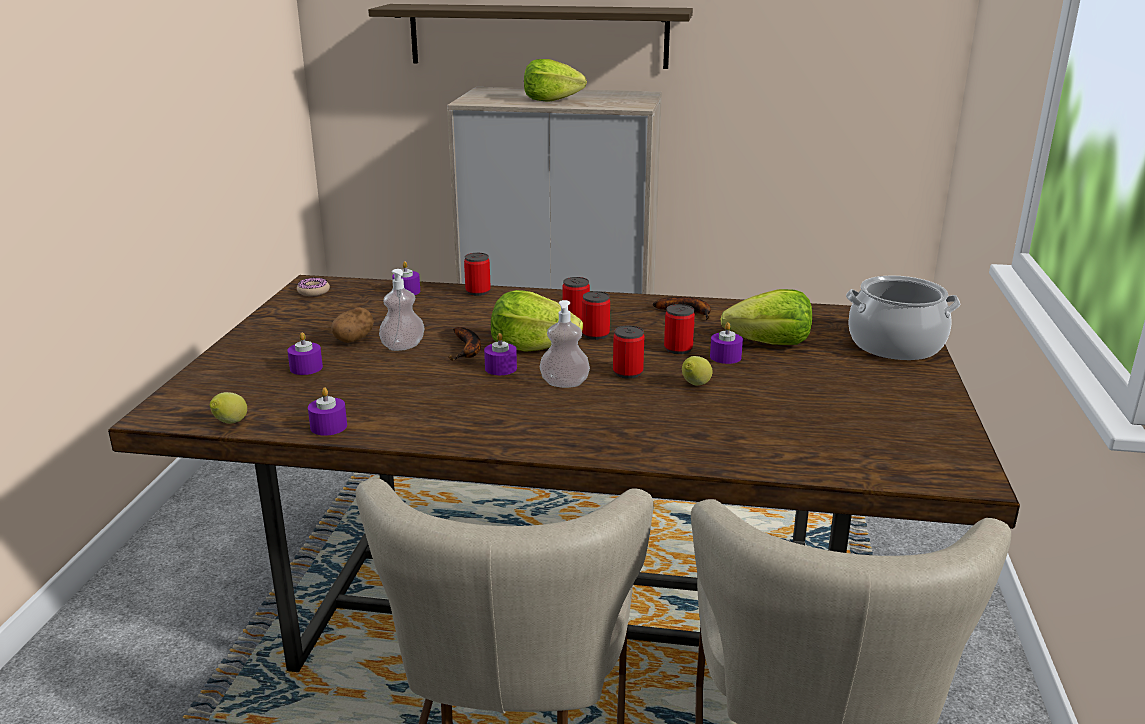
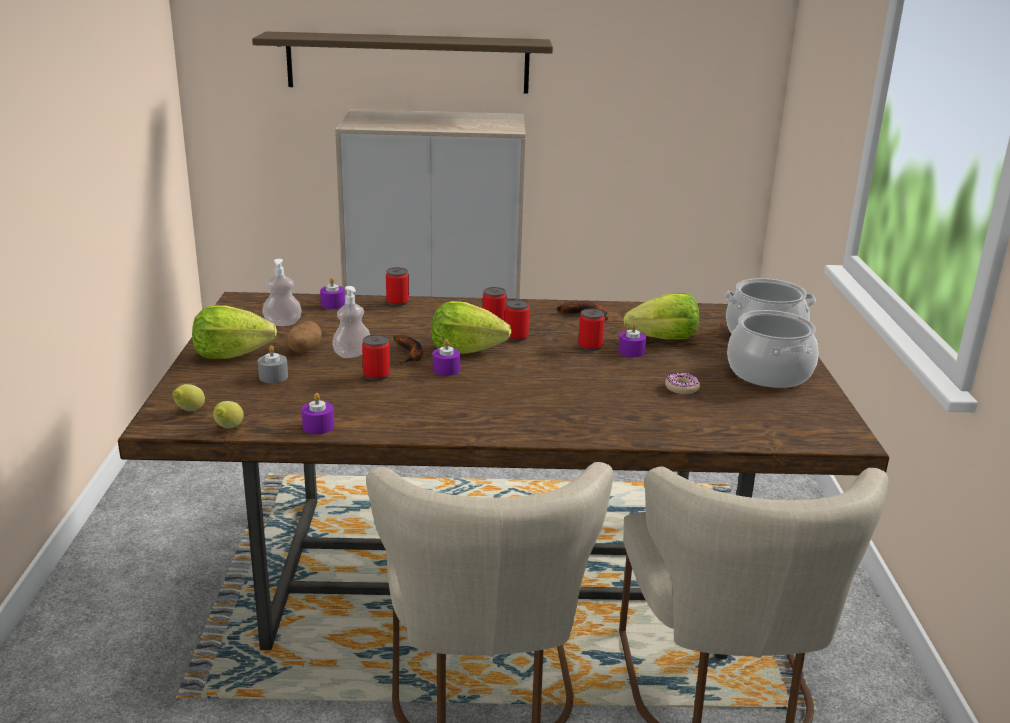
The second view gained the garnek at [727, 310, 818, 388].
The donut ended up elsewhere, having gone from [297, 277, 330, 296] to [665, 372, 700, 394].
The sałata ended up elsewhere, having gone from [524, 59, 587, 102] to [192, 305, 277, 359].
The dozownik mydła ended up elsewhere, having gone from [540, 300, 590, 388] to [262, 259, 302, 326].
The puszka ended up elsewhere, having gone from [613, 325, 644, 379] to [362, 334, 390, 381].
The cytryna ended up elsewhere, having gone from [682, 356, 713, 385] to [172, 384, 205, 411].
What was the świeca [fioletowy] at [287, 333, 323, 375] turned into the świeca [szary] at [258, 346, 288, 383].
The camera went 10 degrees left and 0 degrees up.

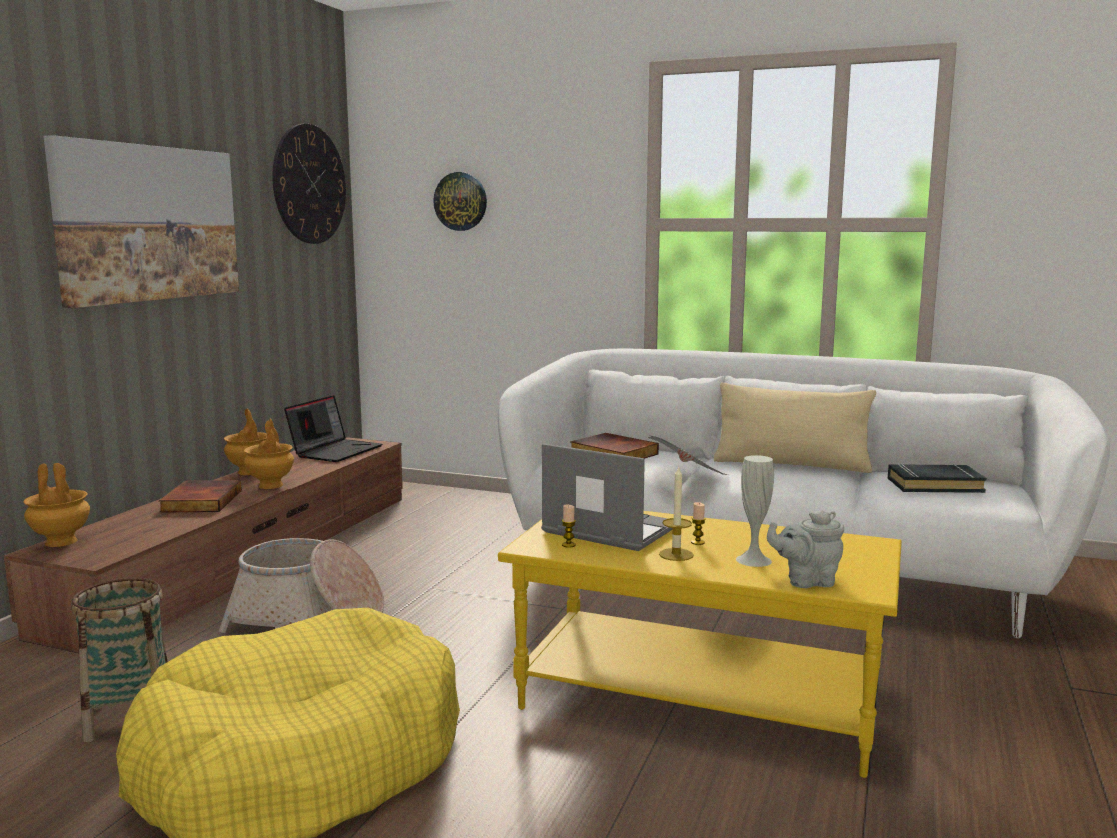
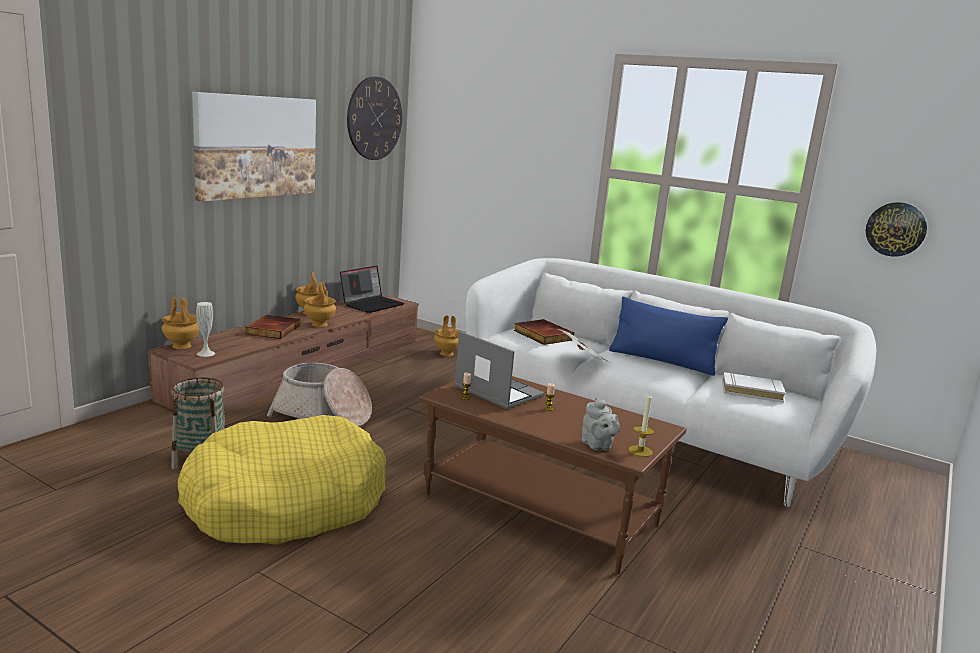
The second view gained the wazon [brązowy] at [434, 315, 459, 356].
The zegar ścienny ended up elsewhere, having gone from [433, 172, 487, 231] to [866, 202, 927, 257].
The świeca ended up elsewhere, having gone from [659, 467, 694, 561] to [629, 392, 654, 457].
The wazon [biały] ended up elsewhere, having gone from [736, 455, 774, 567] to [196, 302, 215, 357].
What was the ława [żółty] at [498, 511, 902, 778] turned into the ława [brązowy] at [419, 376, 687, 574].
What was the poduszka [beżowy] at [714, 383, 876, 473] turned into the poduszka [niebieski] at [609, 297, 728, 376].
What was the książka [czarny] at [888, 464, 987, 493] turned into the książka [biały] at [722, 372, 786, 403].
The imbryk [szary] at [767, 510, 844, 588] ended up facing another way, 120 degrees counterclockwise from before.
The camera went 10 degrees right and 5 degrees up.

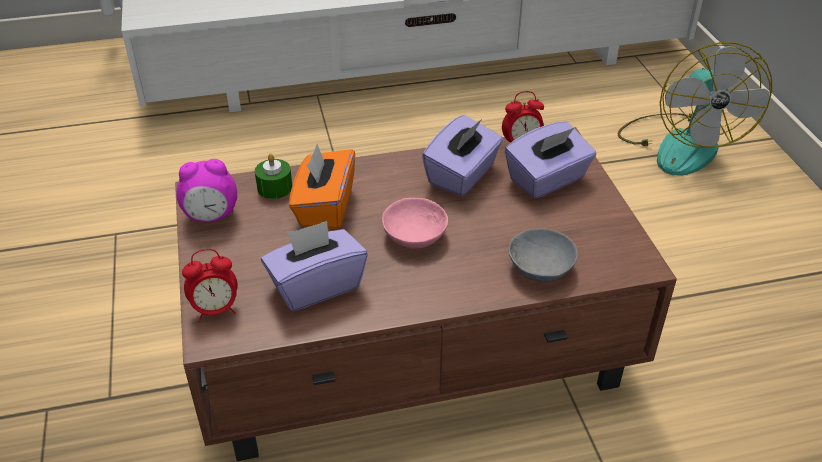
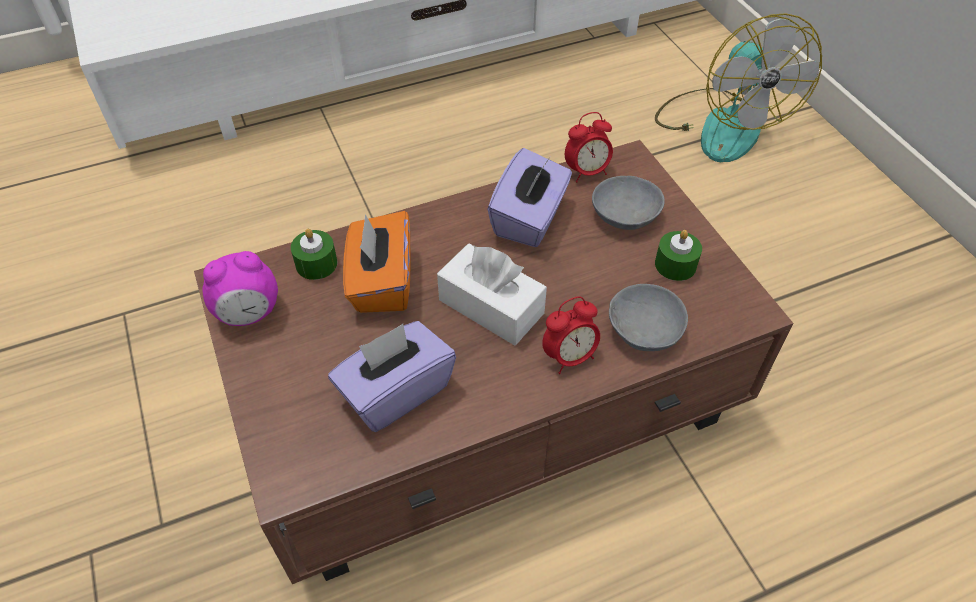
The second view gained the świeca [zielony] at [655, 230, 702, 281].
The budzik ended up elsewhere, having gone from [182, 249, 237, 322] to [542, 296, 600, 374].
Where the miska [różowy] stood at [382, 198, 448, 249], the pudełko chusteczek [biały] came to stand at [437, 244, 547, 345].
Where the pudełko chusteczek [fioletowy] stood at [505, 122, 596, 198], the miska [szary] came to stand at [592, 176, 665, 230].
The camera went 10 degrees left and 10 degrees up.

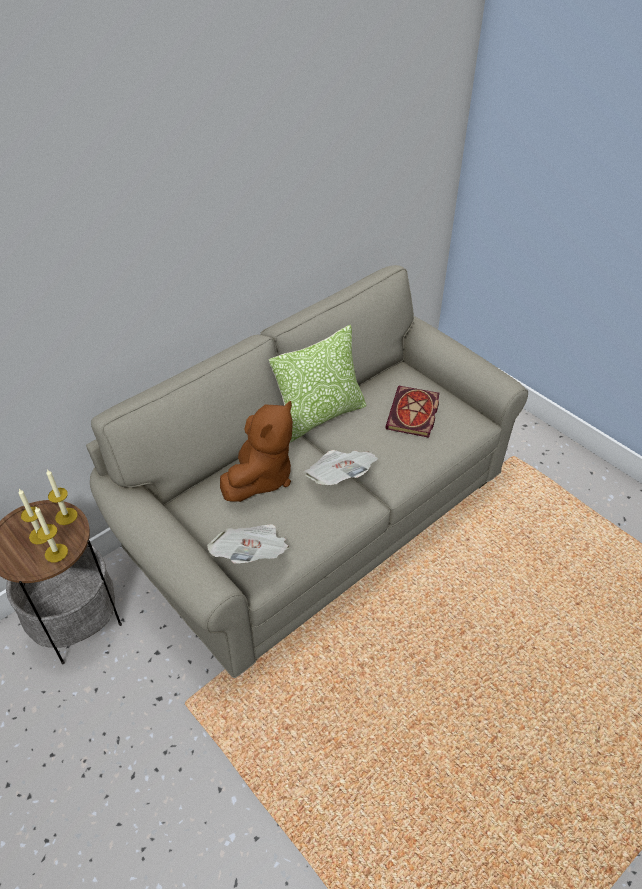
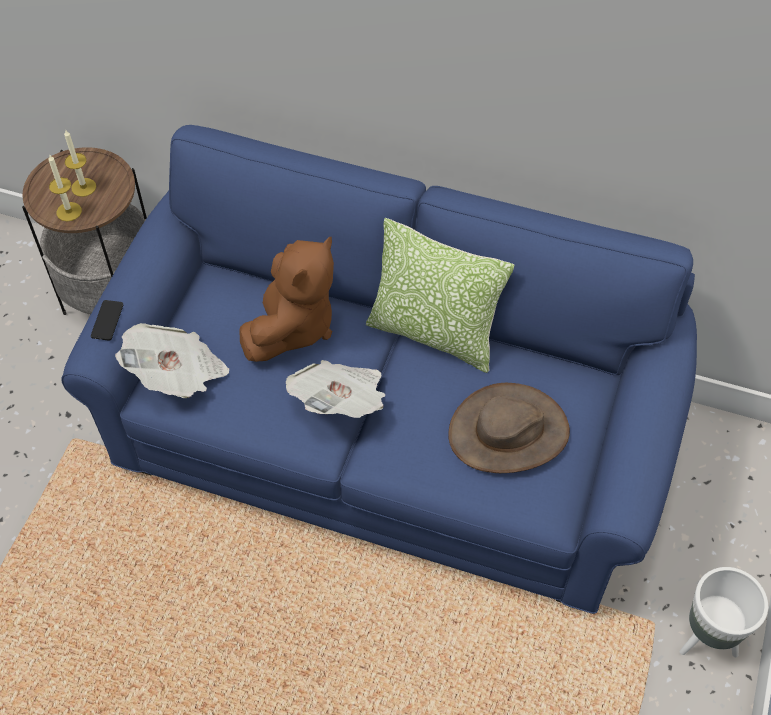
The second view lost the świeca at [46, 469, 78, 525].
The second view gained the telefon at [91, 300, 123, 340].
The second view gained the donica [biały] at [679, 567, 768, 657].
Where the książka stood at [385, 386, 440, 438], the kapelusz [brązowy] came to stand at [448, 383, 570, 473].
What was the kanapa [szary] at [86, 265, 528, 678] turned into the kanapa [niebieski] at [61, 125, 697, 614].
The pluszak [brązowy] at [220, 401, 293, 502] ended up facing another way, 60 degrees counterclockwise from before.
The camera went 60 degrees right and 10 degrees up.

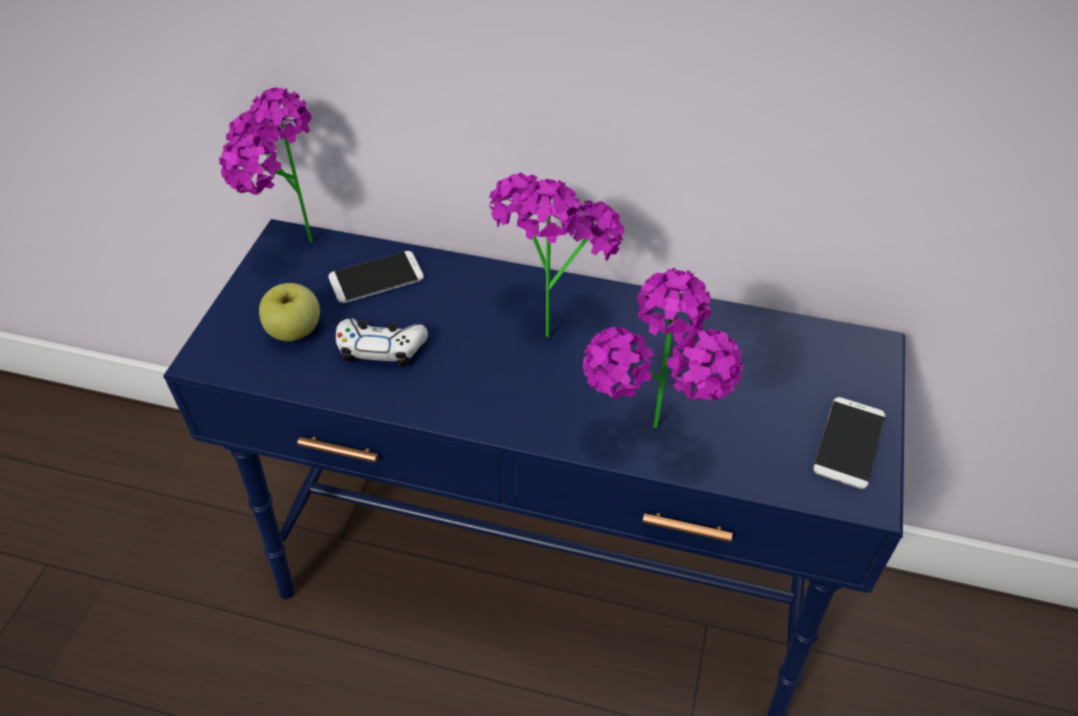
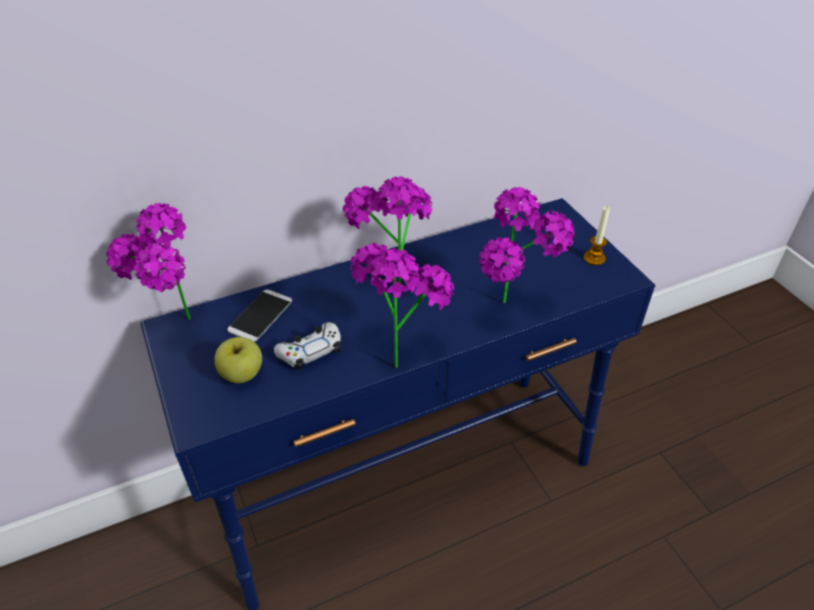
The second view gained the roślina doniczkowa at [350, 243, 454, 368].
Where the telefon stood at [813, 397, 885, 489], the świeca came to stand at [584, 206, 610, 265].
The camera went 40 degrees left and 5 degrees down.

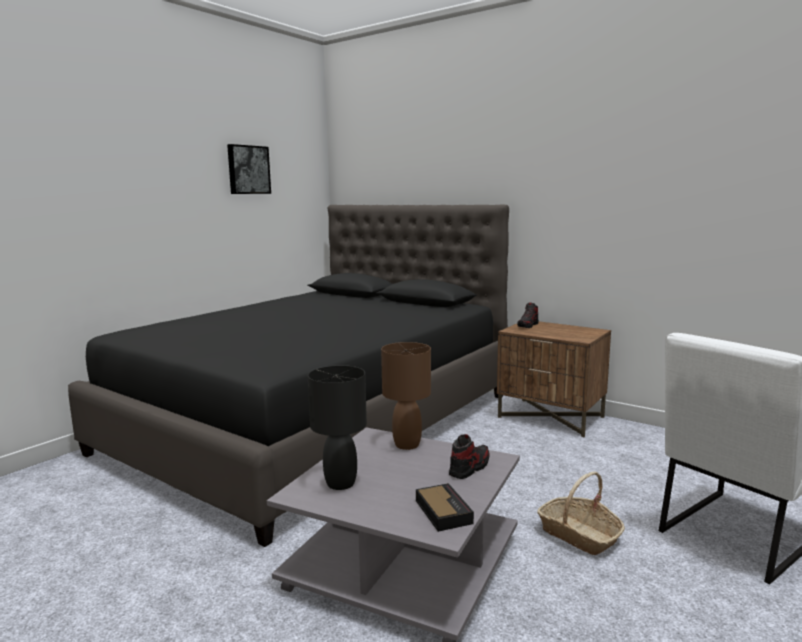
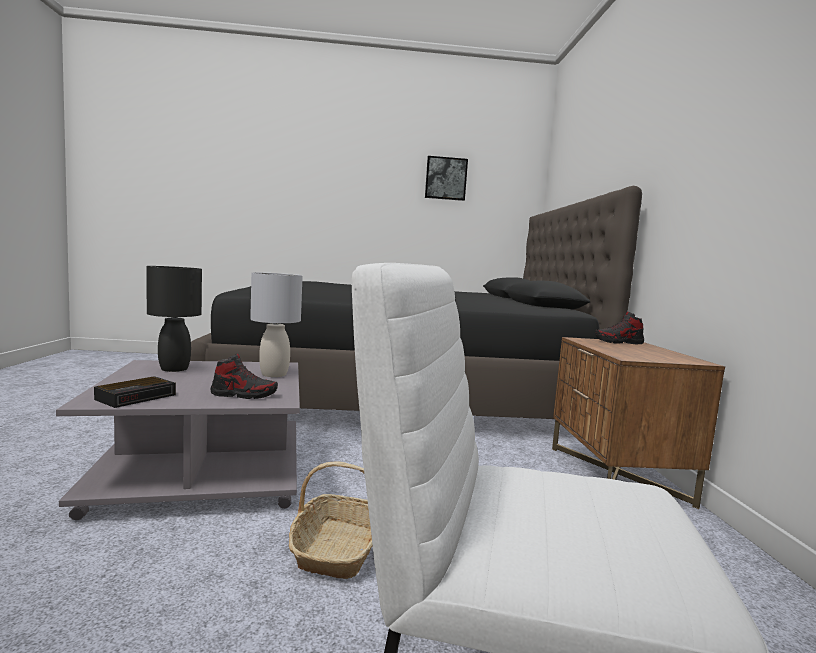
What was the lampa stołowa [brązowy] at [381, 342, 431, 450] turned into the lampa stołowa [szary] at [250, 272, 303, 377].
The camera went 50 degrees right and 5 degrees down.

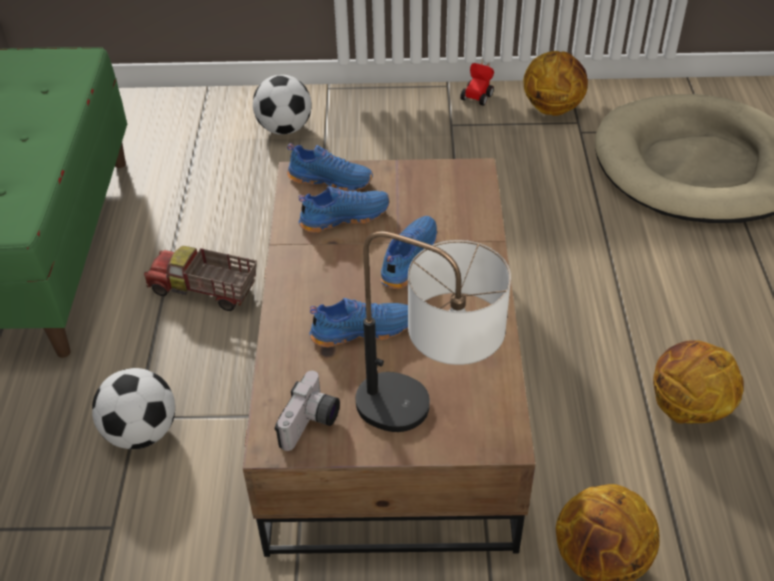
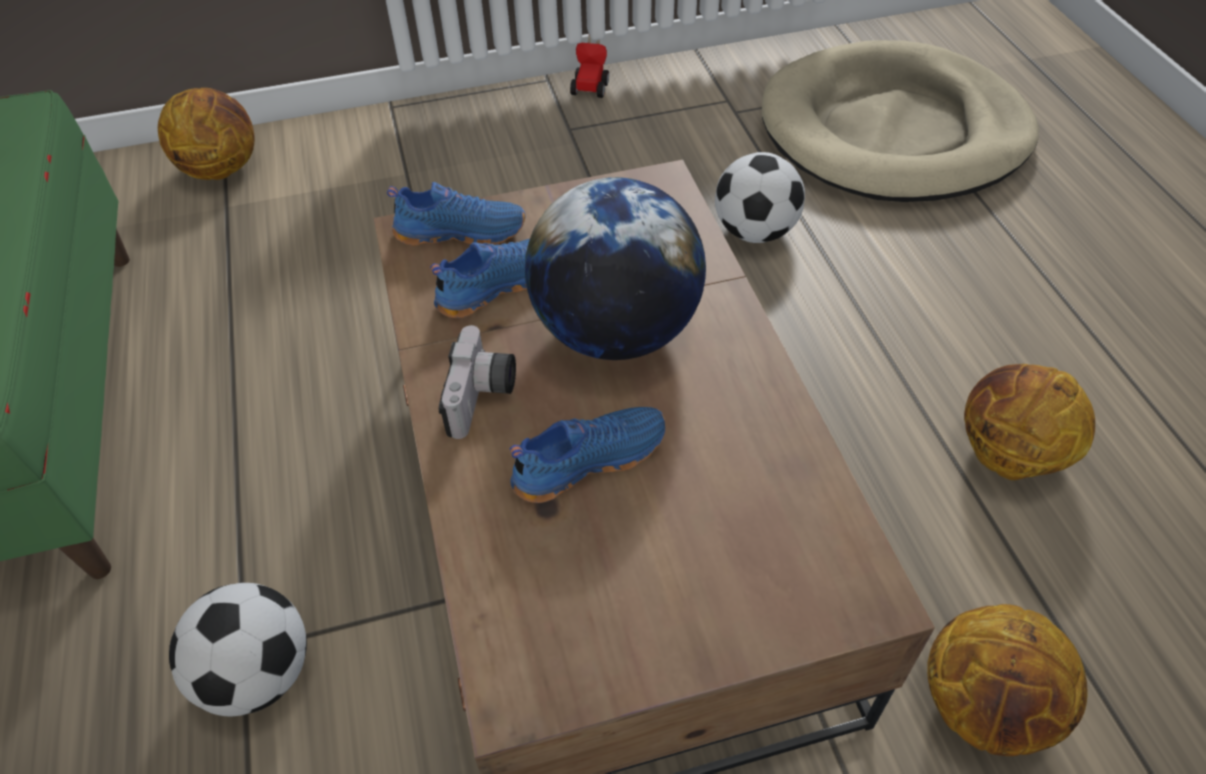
The second view lost the ciężarówka zabawkowa at [144, 246, 257, 311].
The second view lost the lampa stołowa at [356, 231, 511, 432].
The piłka futbolowa ended up elsewhere, having gone from [253, 75, 312, 135] to [715, 152, 805, 243].
The aparat fotograficzny ended up elsewhere, having gone from [275, 371, 340, 451] to [439, 325, 516, 439].
The piłka do koszykówki ended up elsewhere, having gone from [523, 51, 588, 116] to [158, 88, 254, 180].
Where the but [niebieski] stood at [381, 216, 437, 289], the globus came to stand at [525, 177, 706, 360].
The camera went 15 degrees left and 5 degrees up.

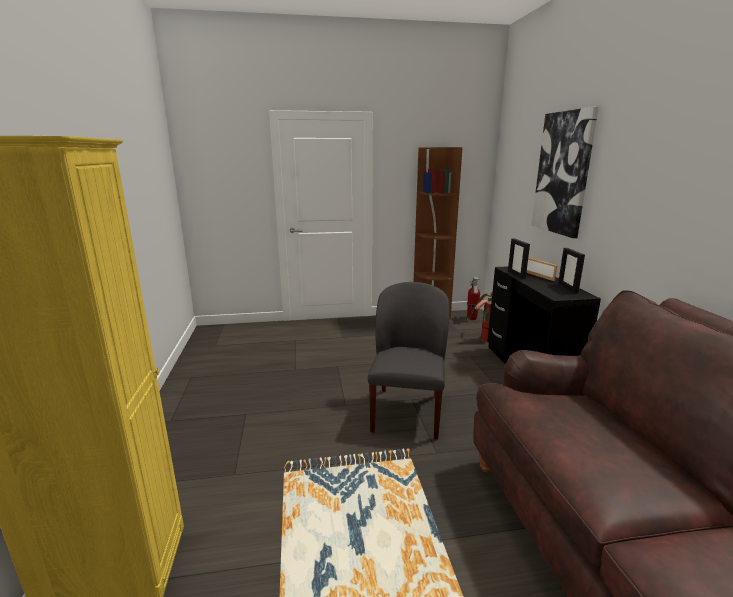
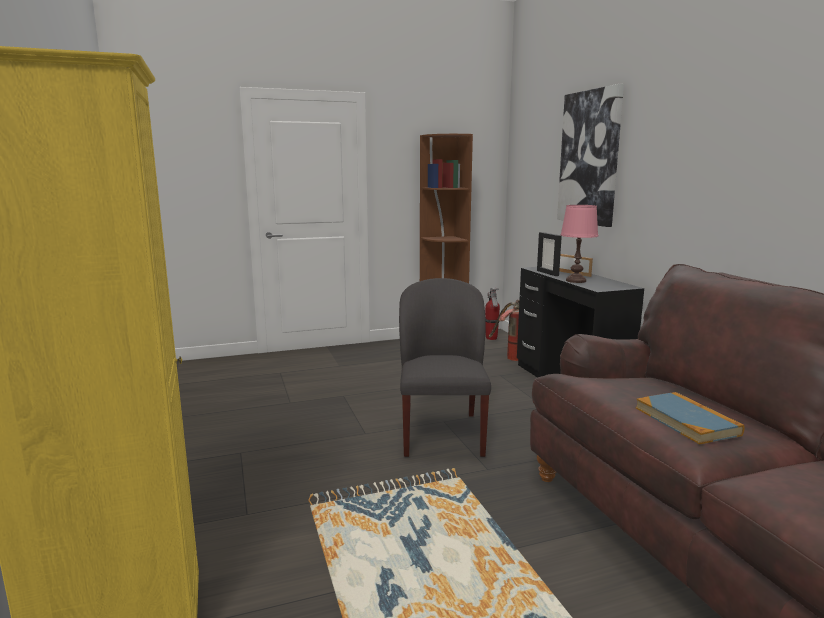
The second view lost the ramka na zdjęcie at [558, 248, 585, 293].
The second view gained the lampa stołowa [różowy] at [561, 205, 598, 283].
The second view gained the książka at [636, 392, 744, 444].
The camera went 10 degrees left and 5 degrees down.

